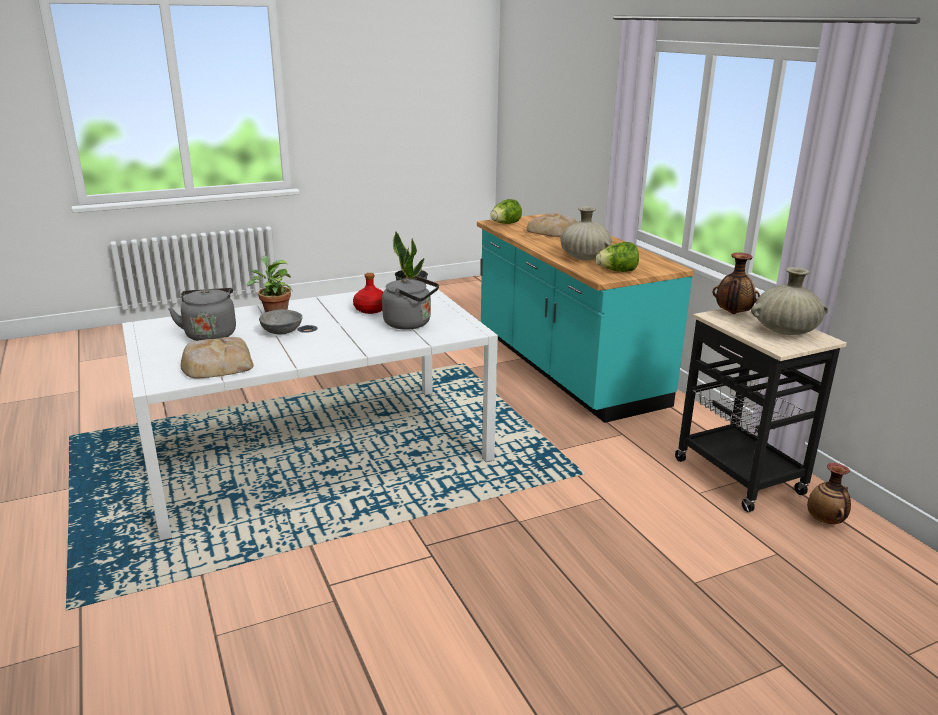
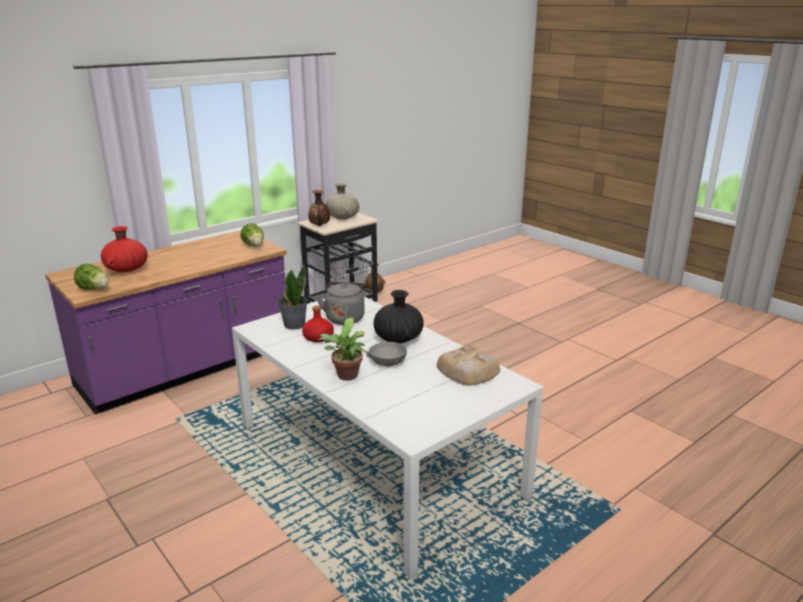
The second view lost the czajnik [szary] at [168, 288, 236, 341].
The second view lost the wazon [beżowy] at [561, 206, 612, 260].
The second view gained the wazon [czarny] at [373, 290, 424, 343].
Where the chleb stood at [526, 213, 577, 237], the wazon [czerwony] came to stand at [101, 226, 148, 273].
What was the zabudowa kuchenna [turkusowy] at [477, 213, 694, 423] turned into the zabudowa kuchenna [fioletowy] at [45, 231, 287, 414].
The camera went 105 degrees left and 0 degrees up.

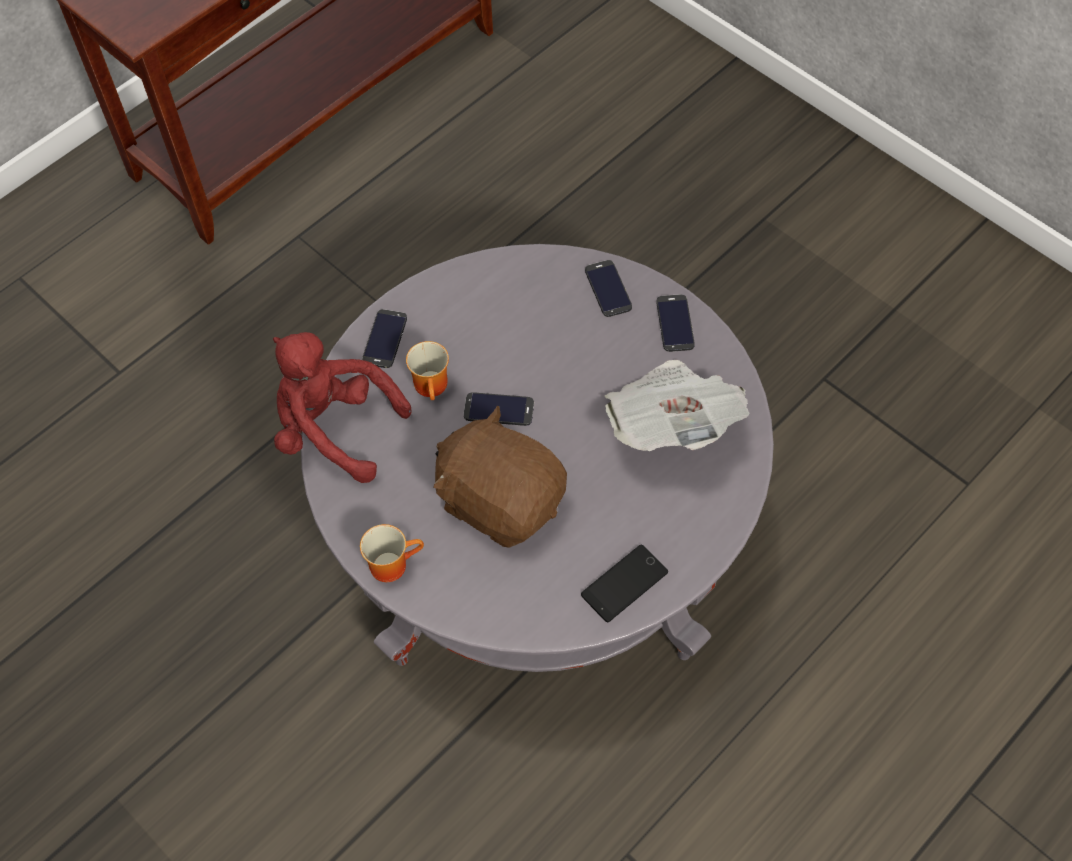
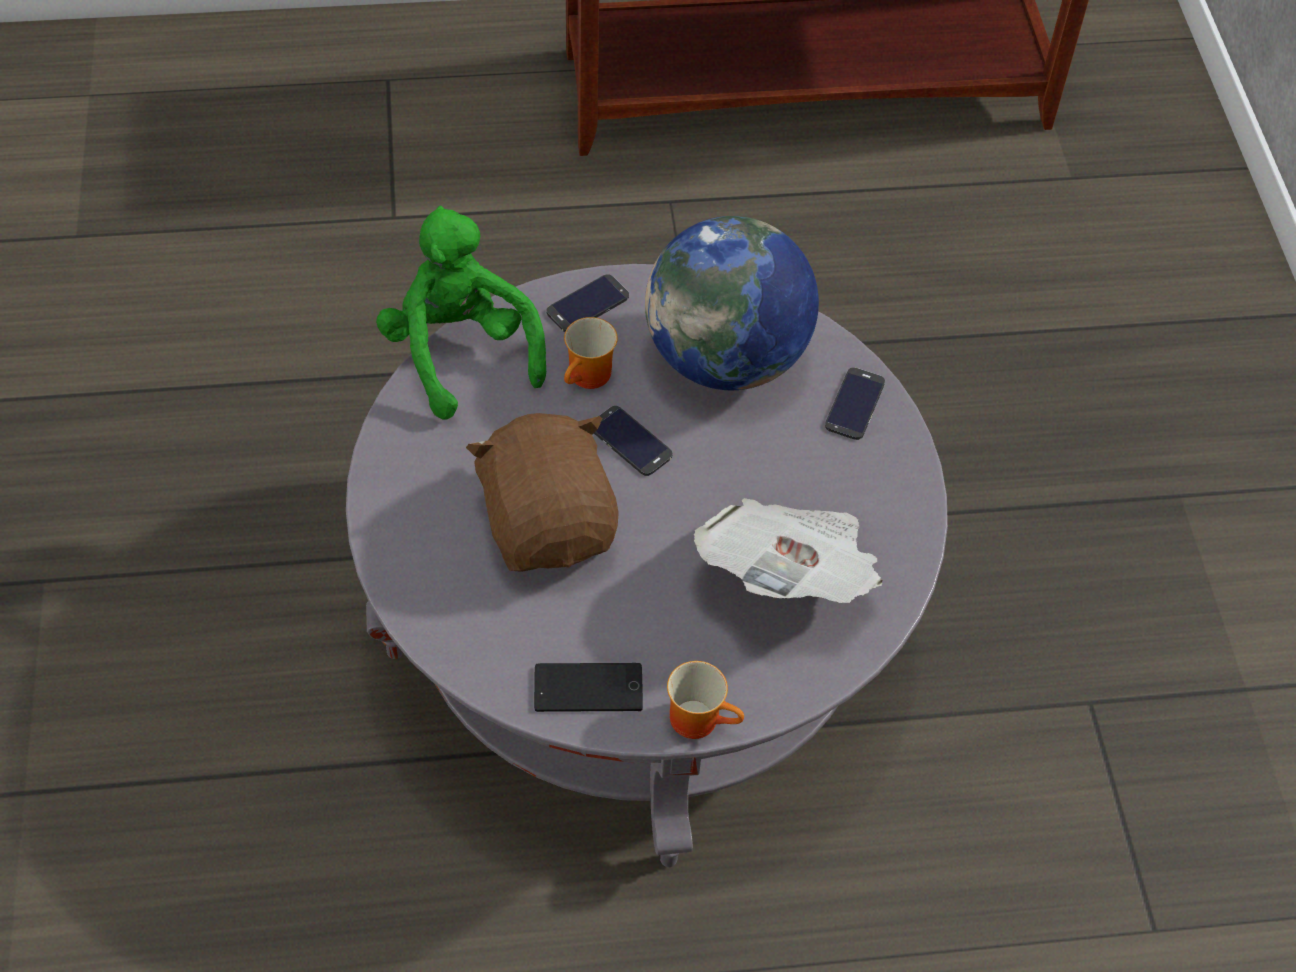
The second view lost the telefon at [656, 294, 695, 352].
The second view gained the globus at [645, 216, 819, 390].
The kubek ended up elsewhere, having gone from [360, 524, 424, 582] to [667, 661, 744, 739].
What was the pluszak [czerwony] at [273, 332, 412, 483] turned into the pluszak [zielony] at [376, 206, 546, 420].
The camera went 35 degrees right and 5 degrees down.

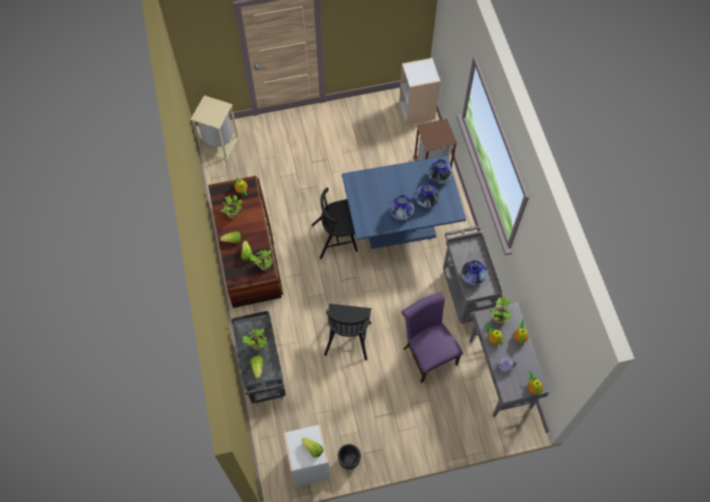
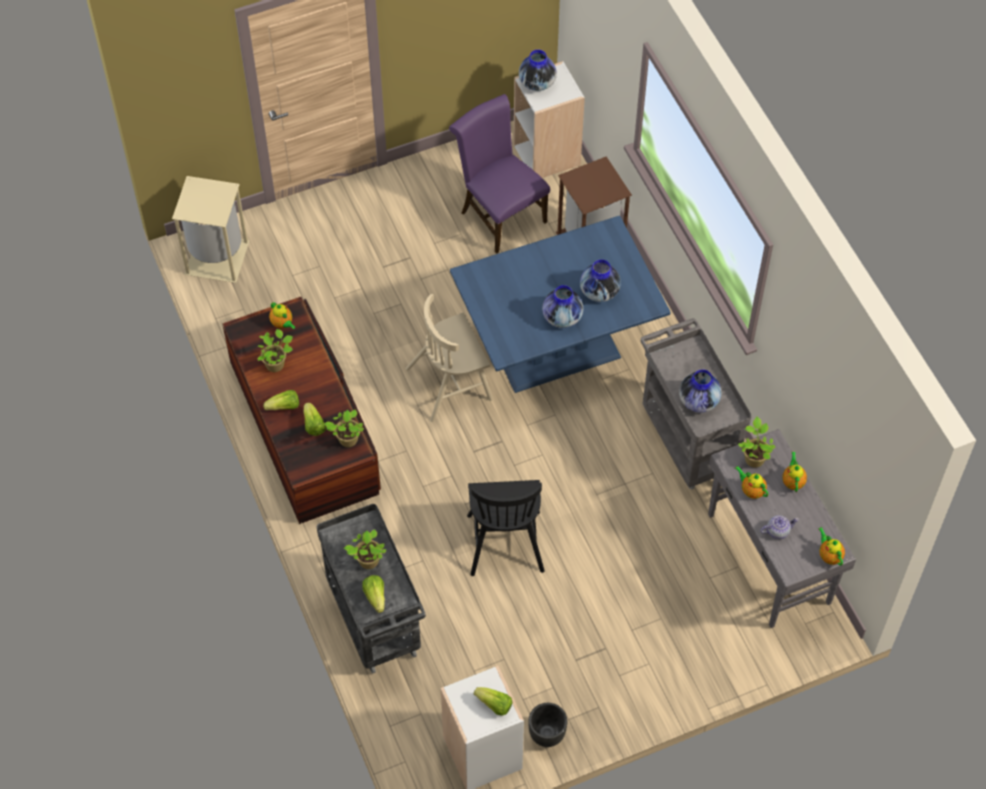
The krzesło [fioletowy] ended up elsewhere, having gone from [401, 292, 463, 383] to [449, 94, 550, 254].
The wazon ended up elsewhere, having gone from [428, 159, 452, 184] to [519, 50, 557, 91].
What was the krzesło [czarny] at [312, 188, 358, 259] turned into the krzesło [beżowy] at [405, 294, 493, 422].
The camera went 10 degrees left and 5 degrees down.

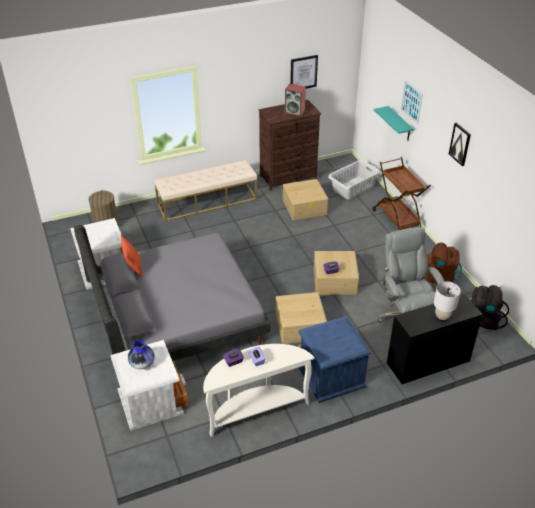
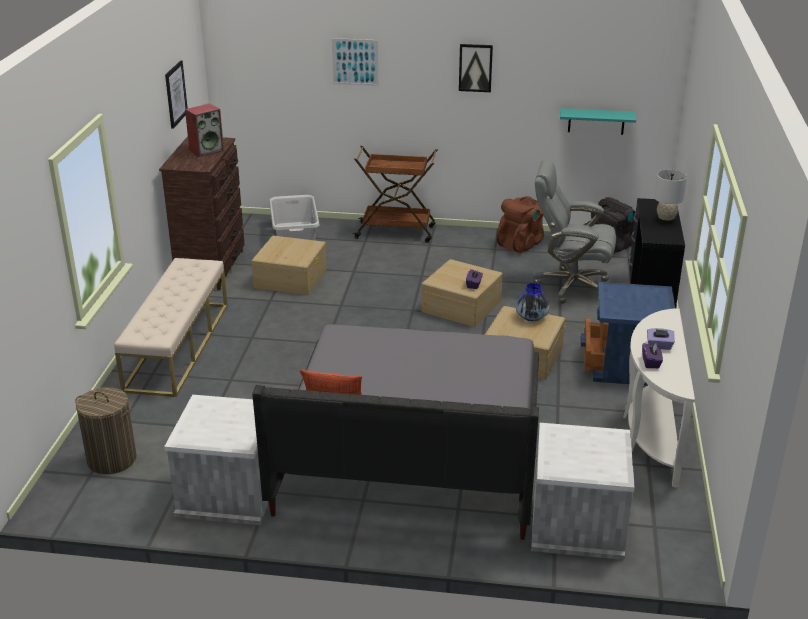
The wazon ended up elsewhere, having gone from [128, 341, 155, 369] to [516, 283, 550, 321].
The półka [turkusowy] ended up elsewhere, having gone from [374, 106, 414, 141] to [560, 108, 636, 135].
The camera went 60 degrees left and 10 degrees down.

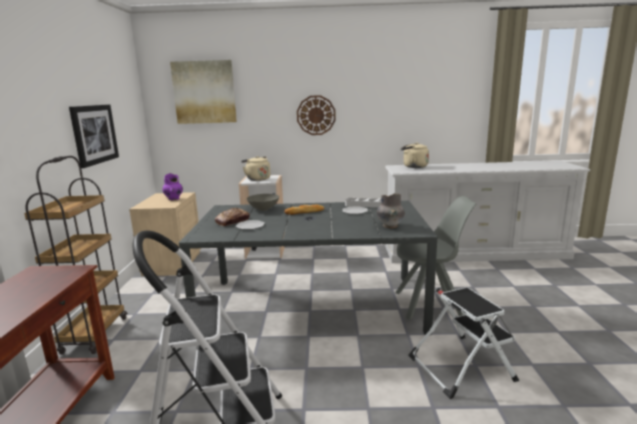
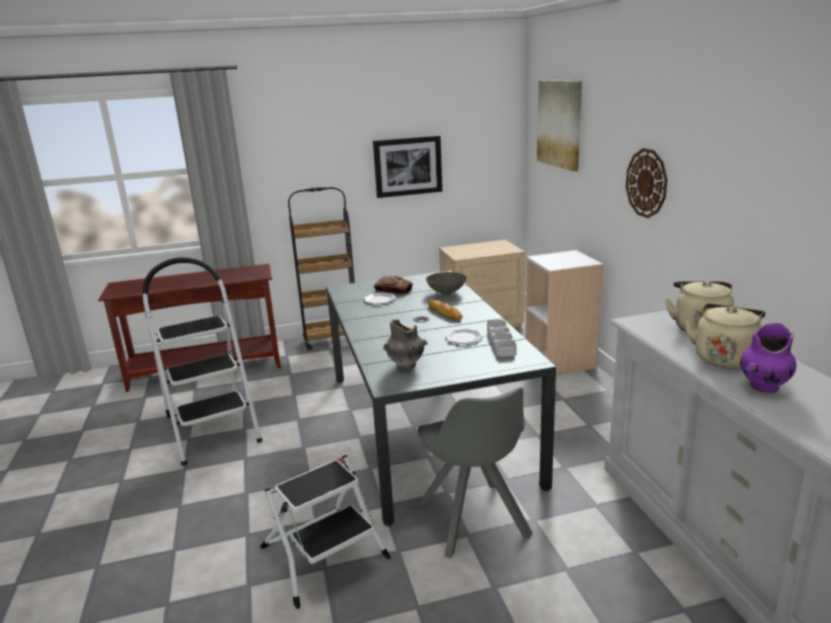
The wazon [fioletowy] ended up elsewhere, having gone from [162, 173, 183, 200] to [740, 323, 797, 393].
The czajnik [beżowy] ended up elsewhere, having gone from [241, 156, 270, 181] to [684, 303, 765, 368].
The camera went 75 degrees right and 5 degrees up.

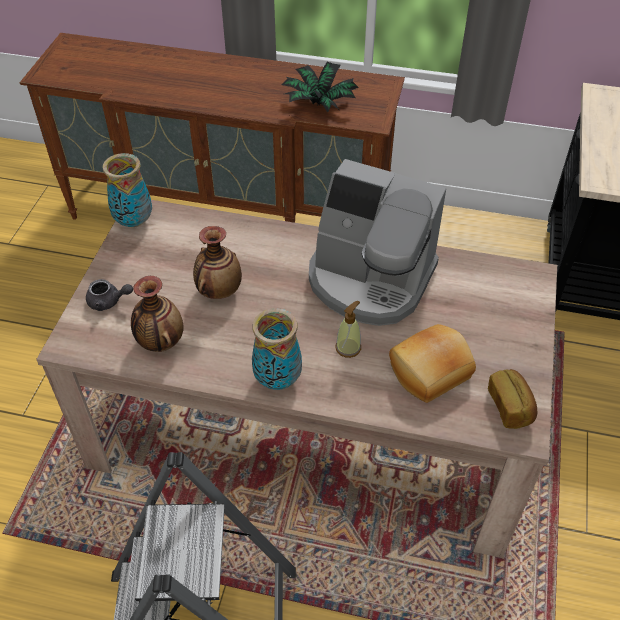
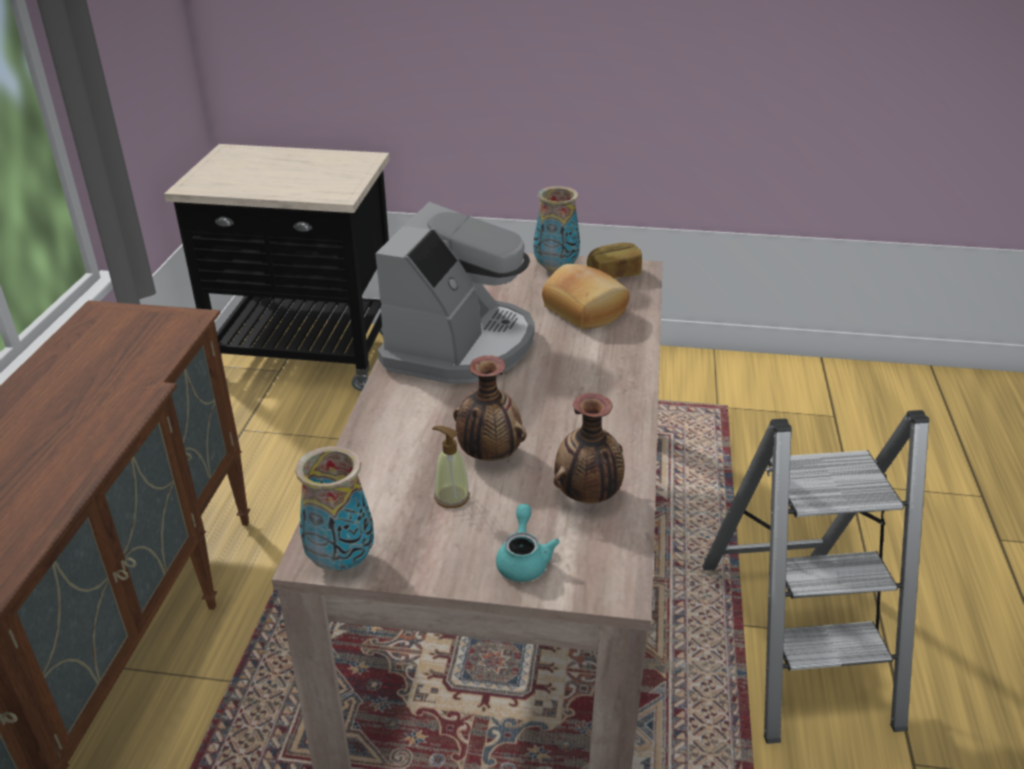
The second view lost the roślina doniczkowa at [281, 62, 359, 113].
The wazon ended up elsewhere, having gone from [252, 308, 302, 390] to [534, 186, 580, 273].
The dozownik mydła ended up elsewhere, having gone from [335, 301, 361, 358] to [432, 426, 470, 508].
What was the imbryk [szary] at [86, 279, 133, 311] turned into the imbryk [turkusowy] at [496, 504, 560, 582].
The camera went 95 degrees left and 15 degrees down.

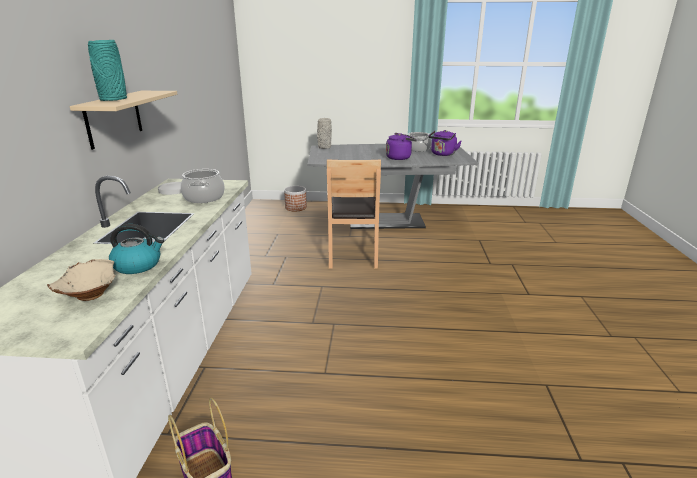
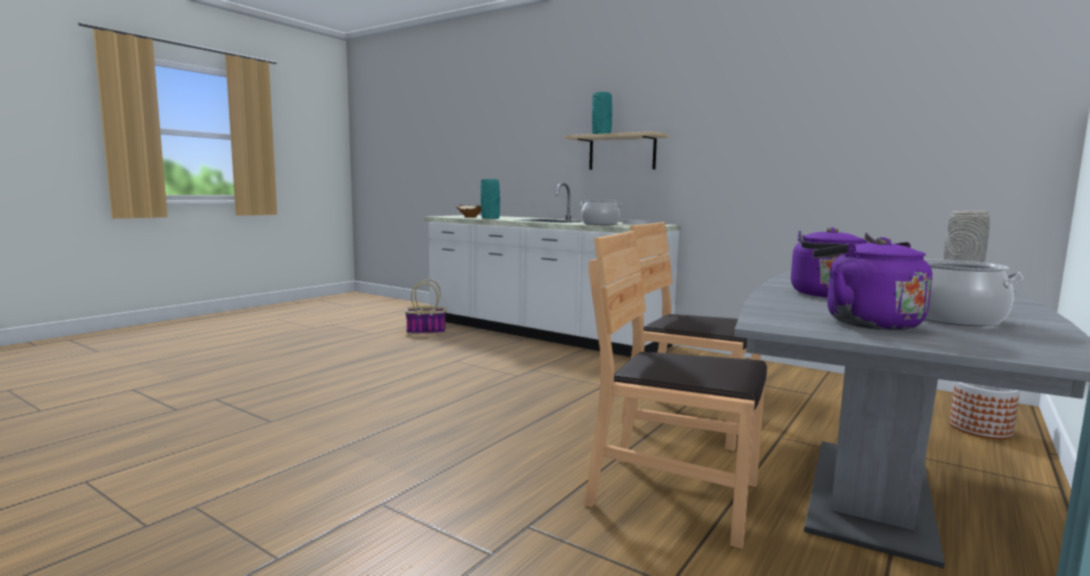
The second view gained the krzesło [brązowy] at [584, 231, 767, 549].
Where the czajnik stood at [109, 224, 164, 274], the wazon [turkusowy] came to stand at [481, 179, 500, 219].
The camera went 120 degrees right and 15 degrees down.

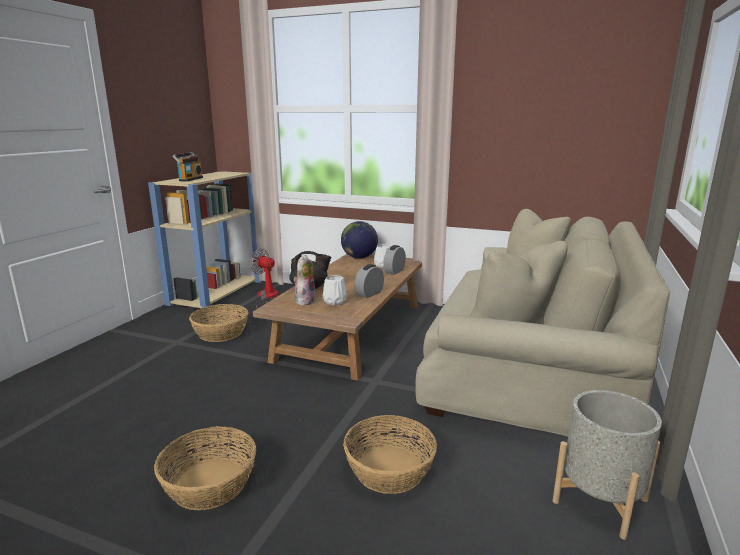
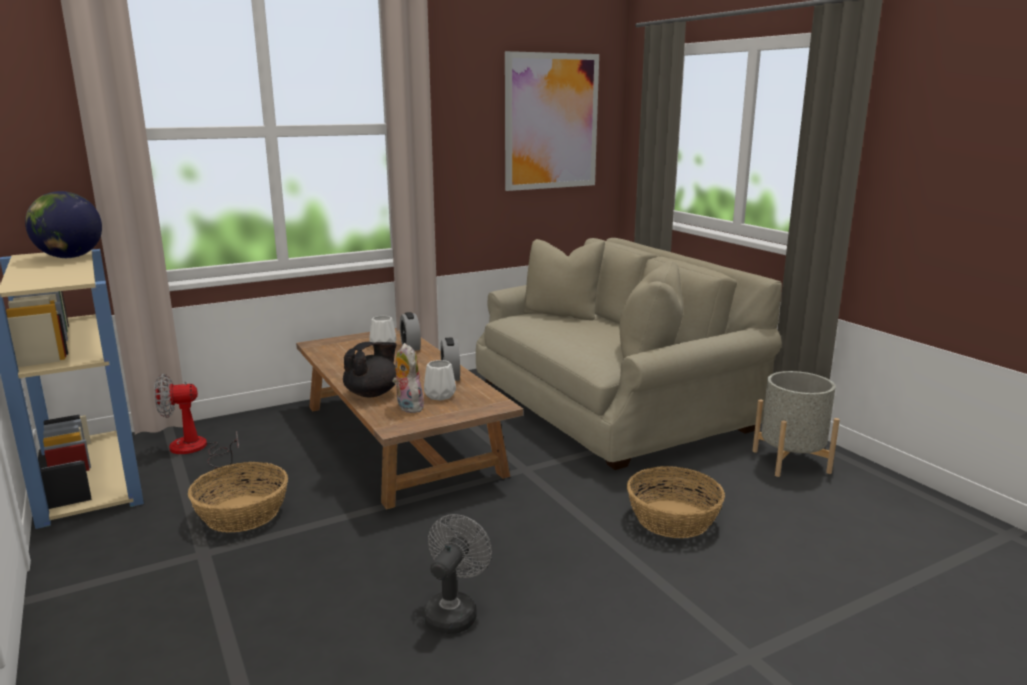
The second view lost the koszyk at [154, 426, 256, 510].
The second view lost the radio at [172, 152, 203, 182].
The second view gained the wentylator [szary] at [424, 514, 492, 634].
The second view gained the obraz at [505, 51, 599, 191].
The globus ended up elsewhere, having gone from [341, 221, 378, 259] to [25, 191, 102, 258].
The camera went 50 degrees left and 0 degrees up.

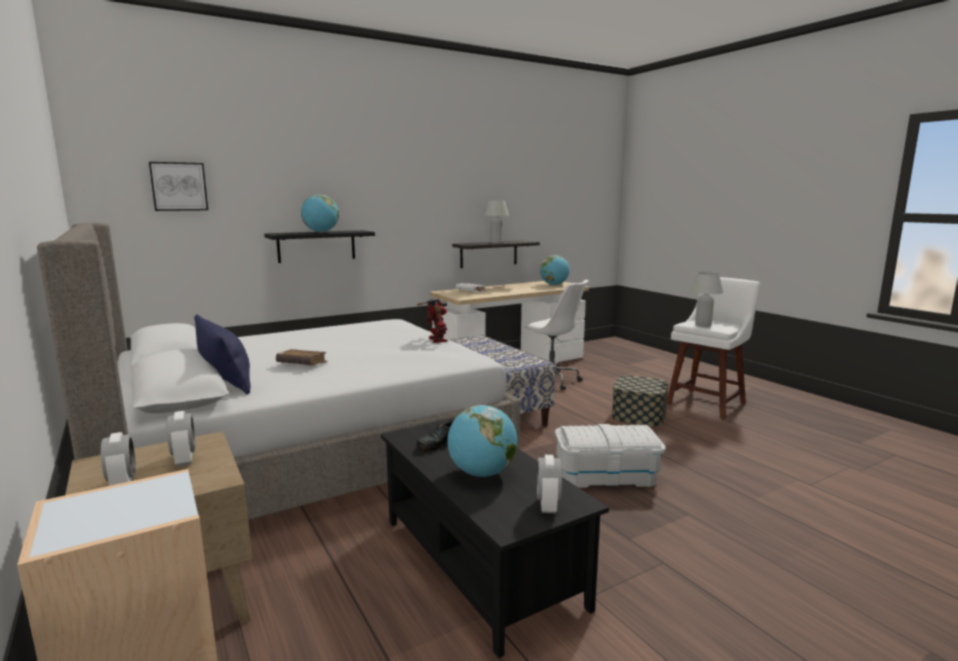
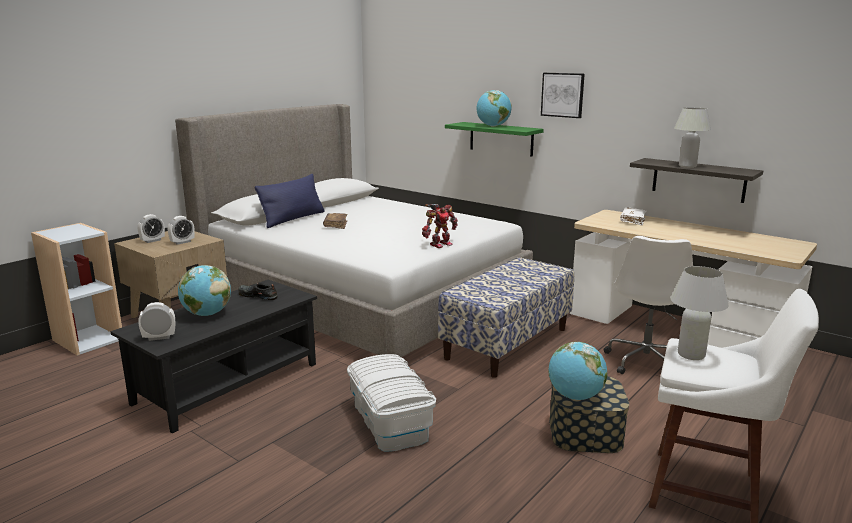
The obraz ended up elsewhere, having gone from [149, 162, 208, 211] to [541, 73, 585, 118].
The globus ended up elsewhere, having gone from [540, 255, 570, 285] to [548, 342, 608, 400].
What was the półka [czarny] at [264, 230, 375, 263] turned into the półka [zielony] at [445, 122, 544, 157].
The camera went 70 degrees right and 5 degrees up.

